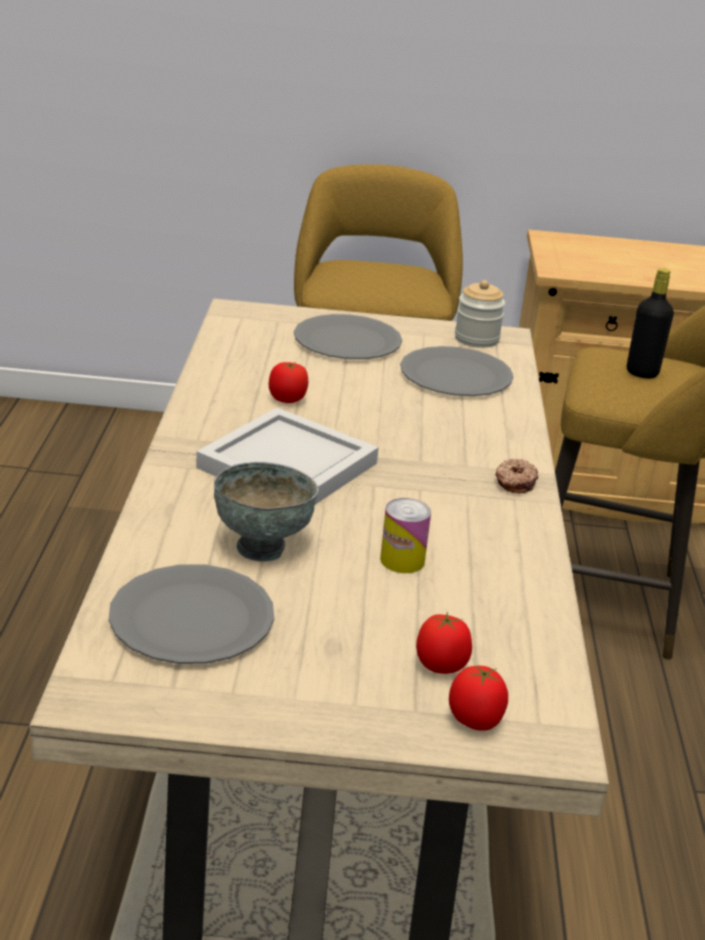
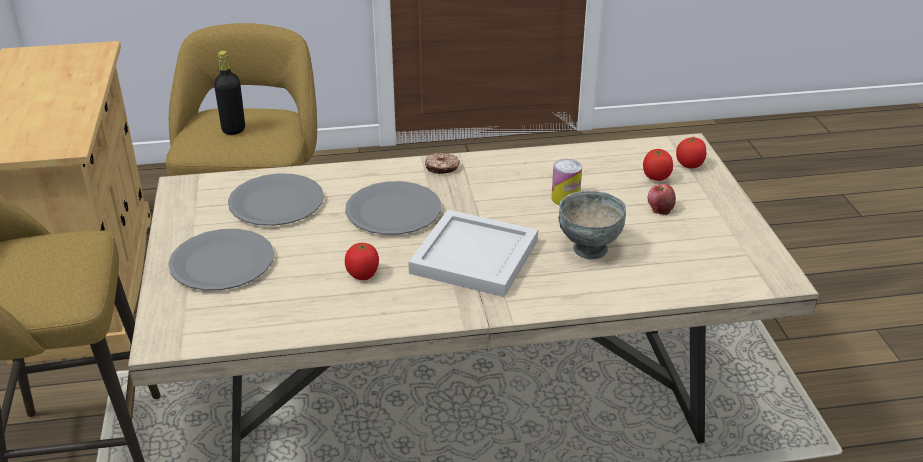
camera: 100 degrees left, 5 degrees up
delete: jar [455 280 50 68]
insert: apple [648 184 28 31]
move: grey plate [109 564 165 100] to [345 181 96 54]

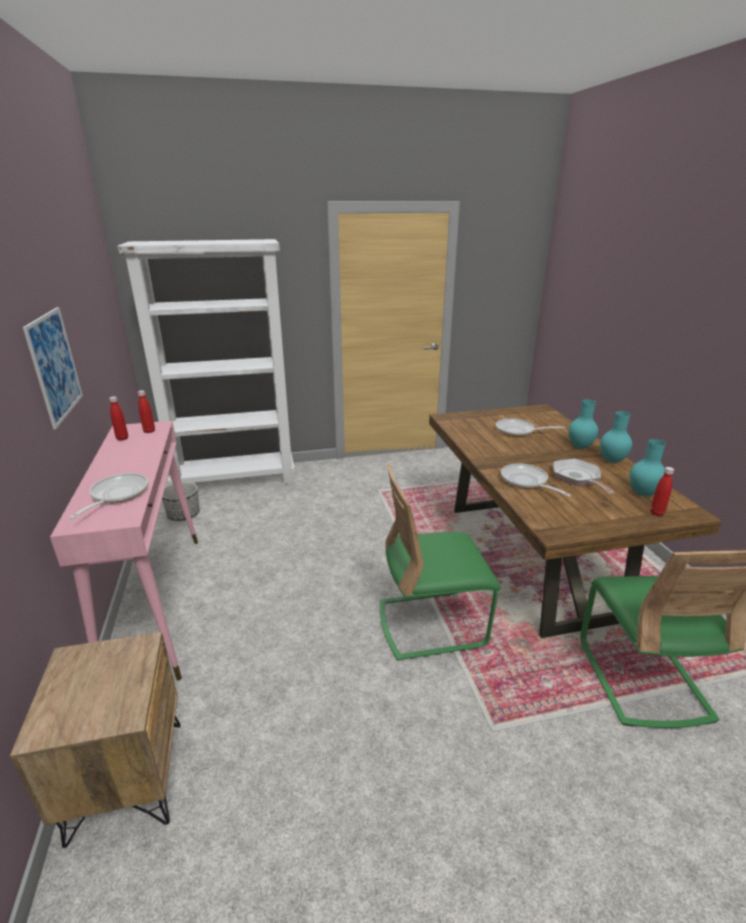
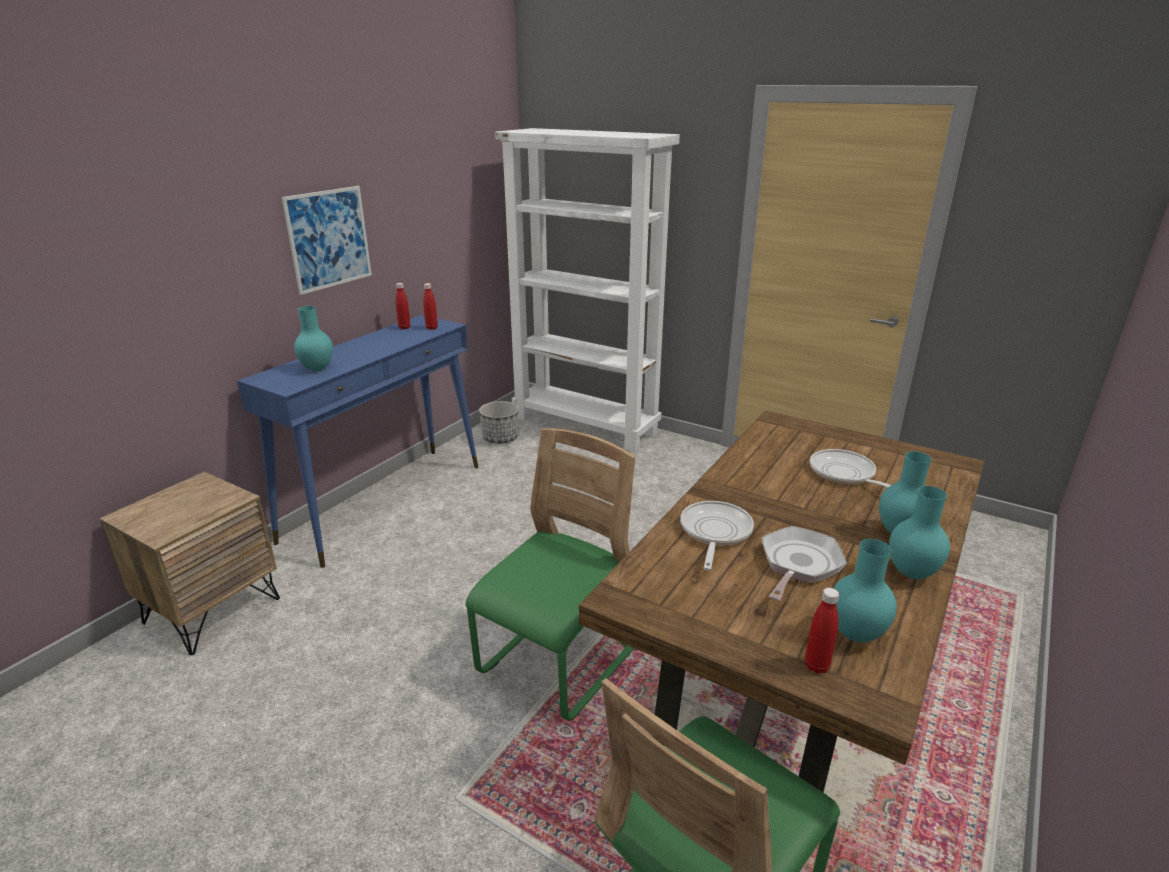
camera: 45 degrees right, 0 degrees up
replace: frying pan [69 473 79 46] to turquoise vase [294 306 39 65]
recolor: pink console table [50 421 148 259] to blue console table [237 315 241 253]
rotate: green chair [380 463 120 198] = [466 428 169 293] 90 degrees clockwise

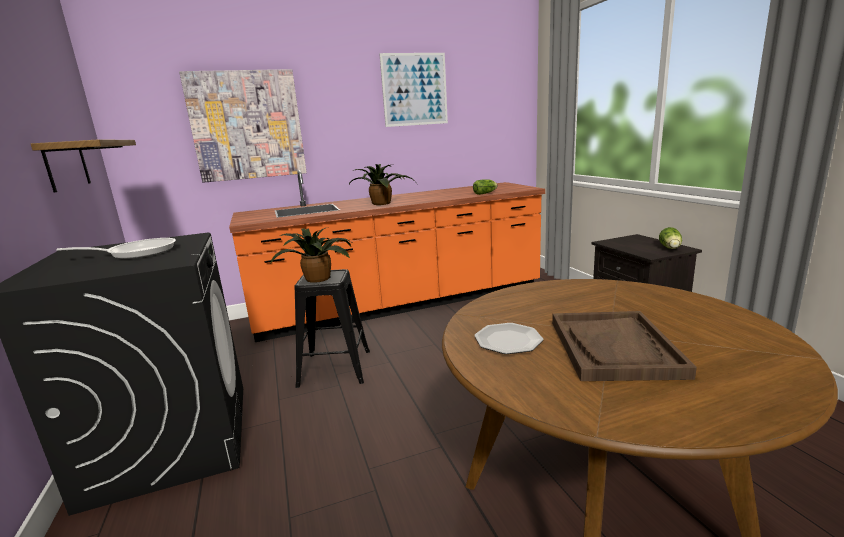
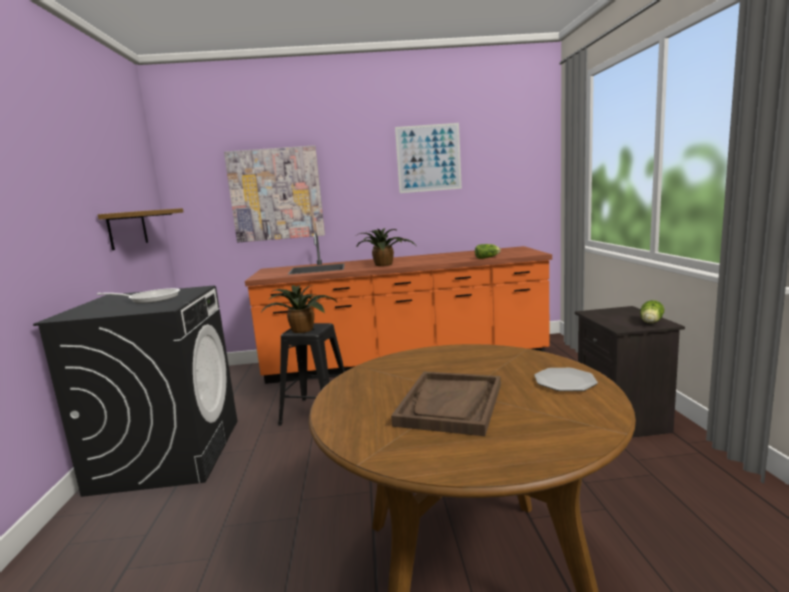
camera: 15 degrees right, 5 degrees down
move: plate [474 323 69 31] to [534 368 64 23]

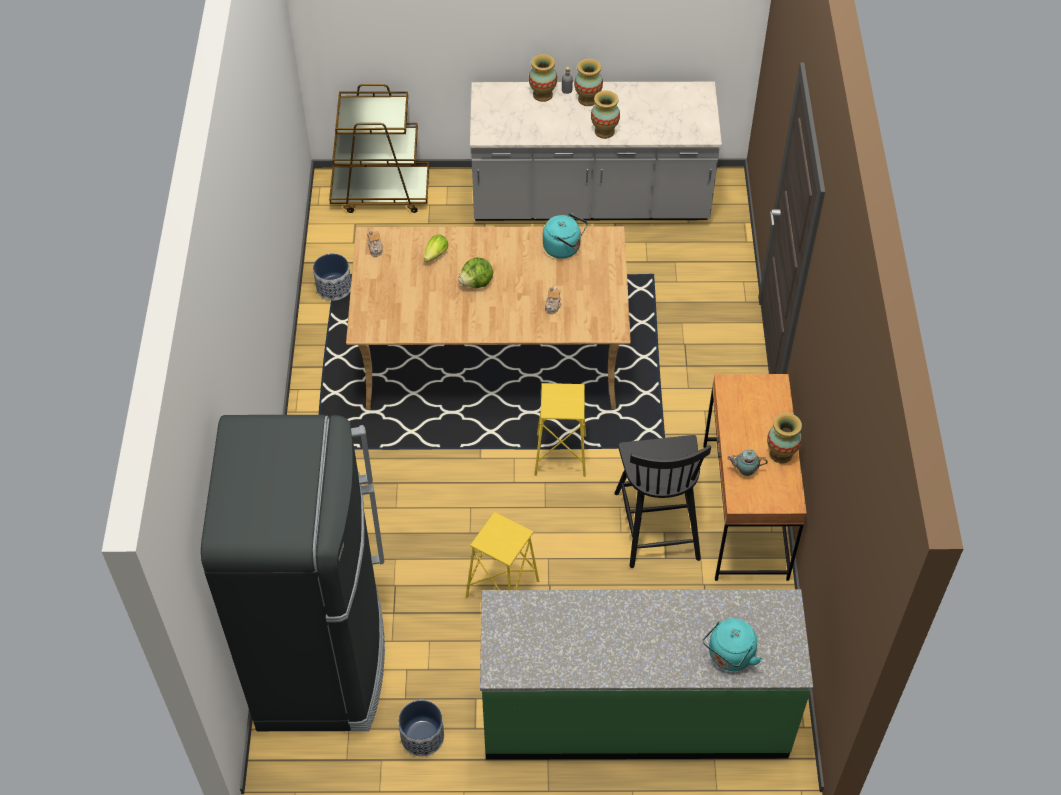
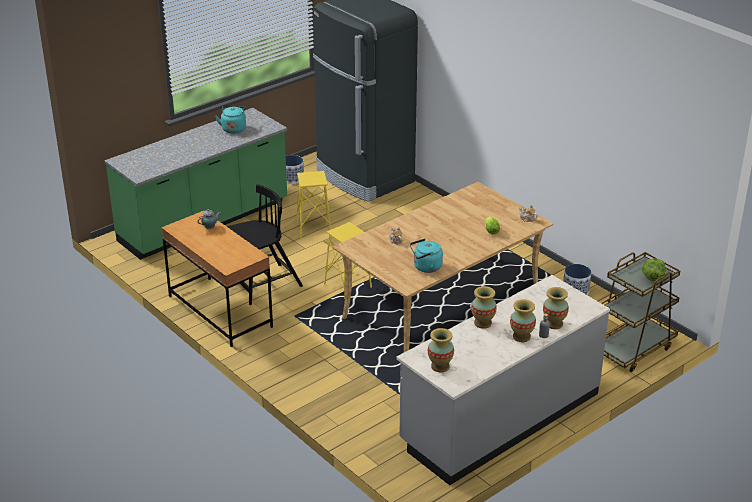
camera: 140 degrees right, 20 degrees down
move: lettuce [458 257 35 31] to [642 258 24 23]; vase [767 413 35 51] to [428 328 26 44]; turquoise kettle [703 618 60 53] to [216 106 30 28]
rotate: black chair [614 435 97 133] = [227 184 76 121] 105 degrees clockwise

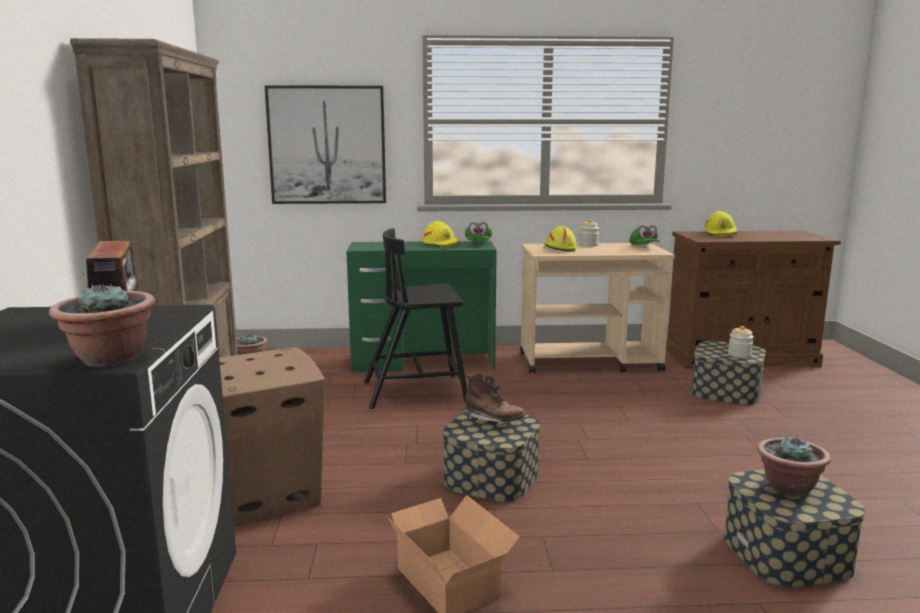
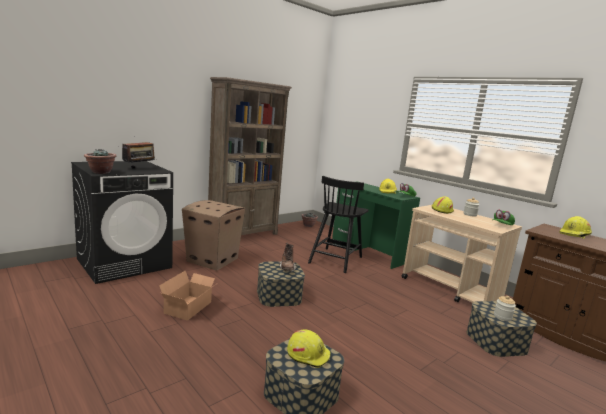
camera: 50 degrees right, 0 degrees up
delete: picture [265 85 121 119]
replace: potted plant [757 436 74 61] to yellow hard hat [287 329 44 39]
rotate: black chair [364 228 103 181] = [308 176 61 97] 105 degrees counterclockwise

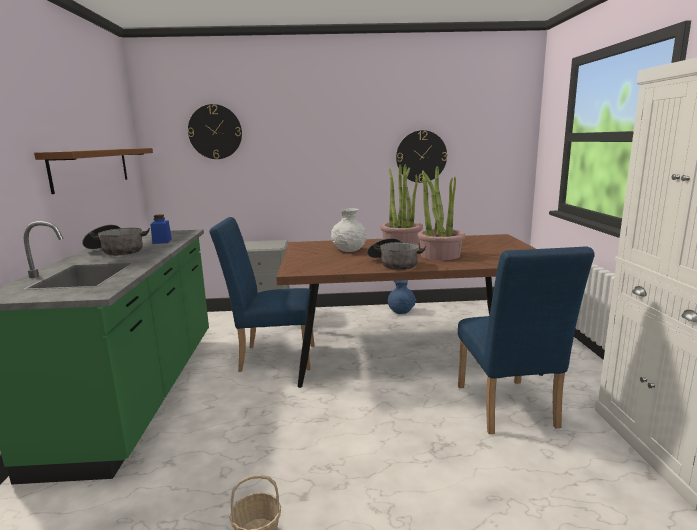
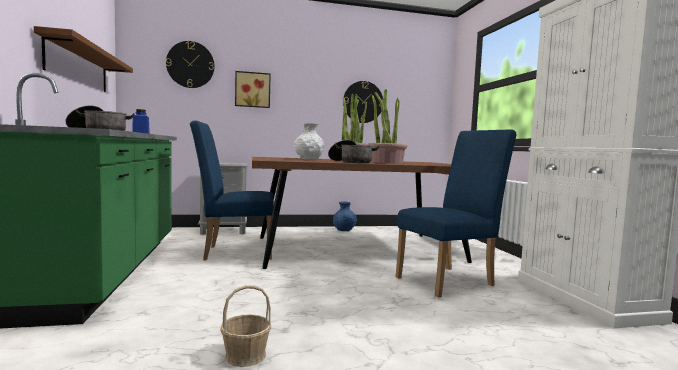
camera: 10 degrees left, 10 degrees down
insert: picture [235 71 36 37]
rotate: blue chair [458 246 137 188] = [396 130 121 168] 105 degrees counterclockwise

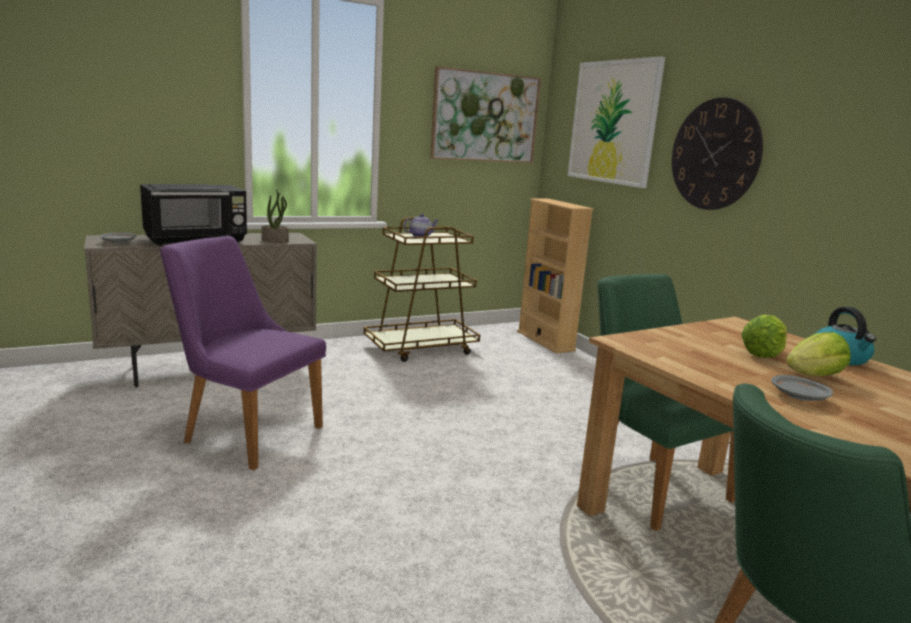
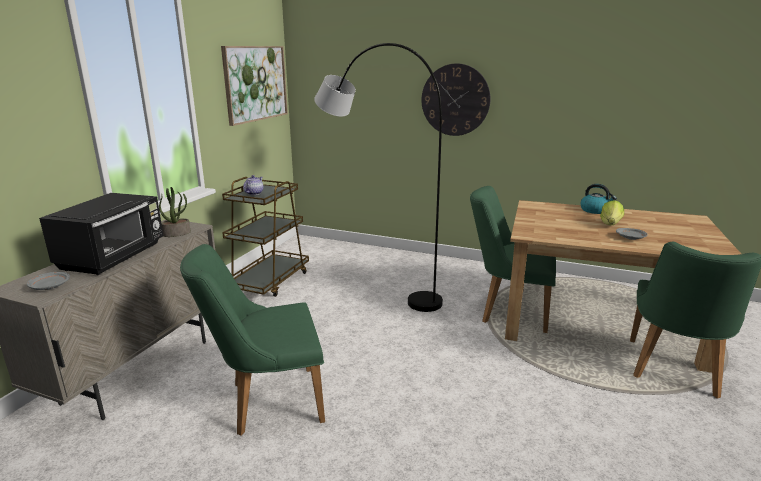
camera: 40 degrees left, 5 degrees up
delete: picture [567 57 98 131]; beige bookcase [517 198 77 155]; lettuce [741 315 46 43]
insert: grey floor lamp [314 43 129 269]
recolor: purple chair [160 236 166 234] to green chair [180 244 145 192]

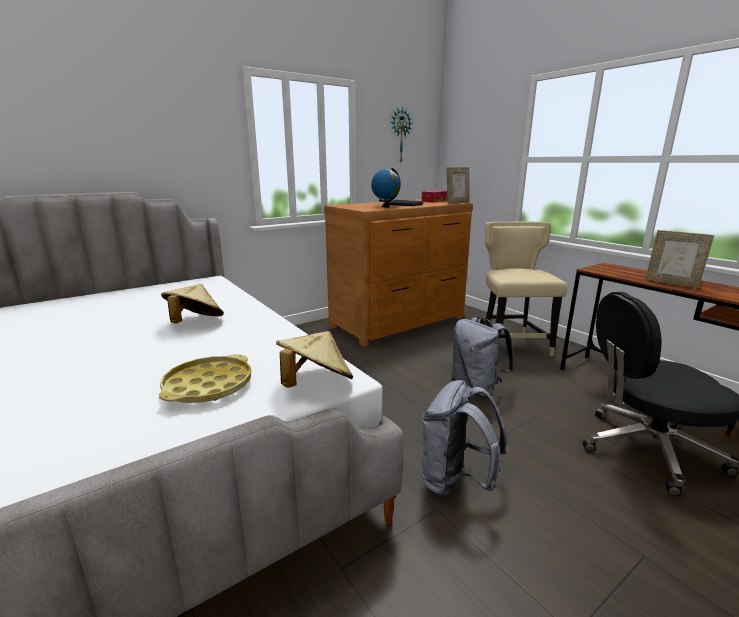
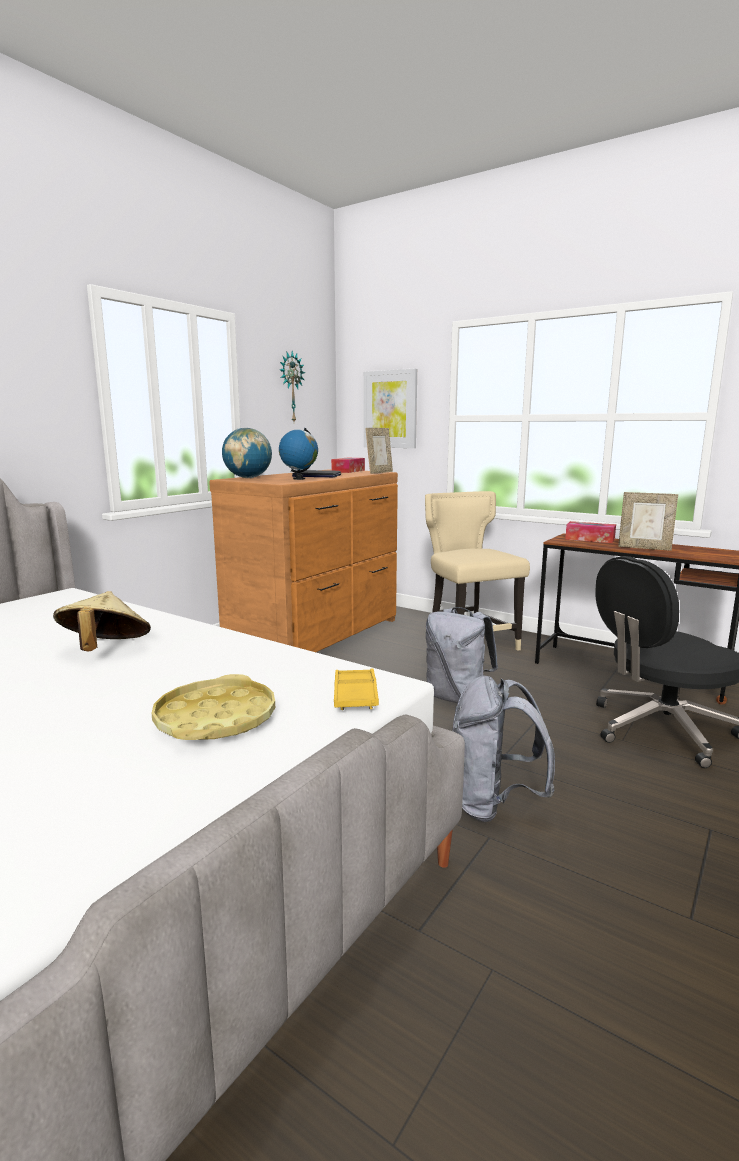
camera: 20 degrees left, 5 degrees down
insert: picture [364 369 53 79]; globe [222 428 50 50]; tissue box [565 521 51 22]
replace: beige hat [276 331 77 57] to yellow tray [334 668 45 42]

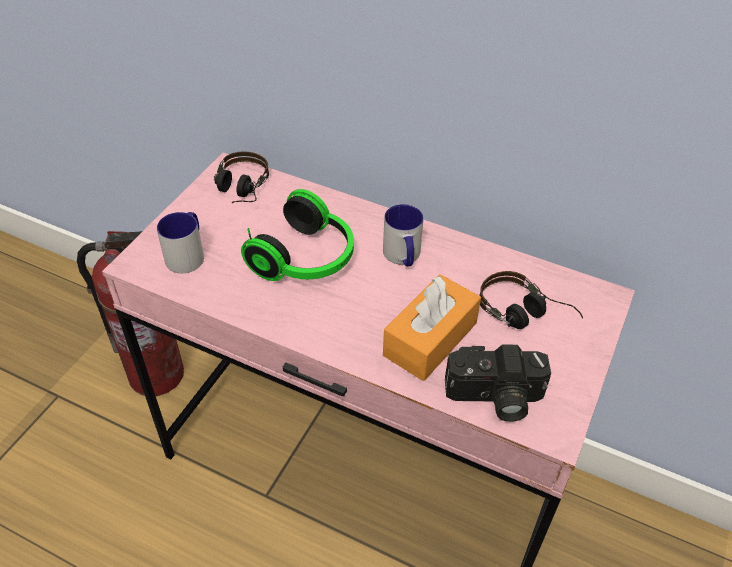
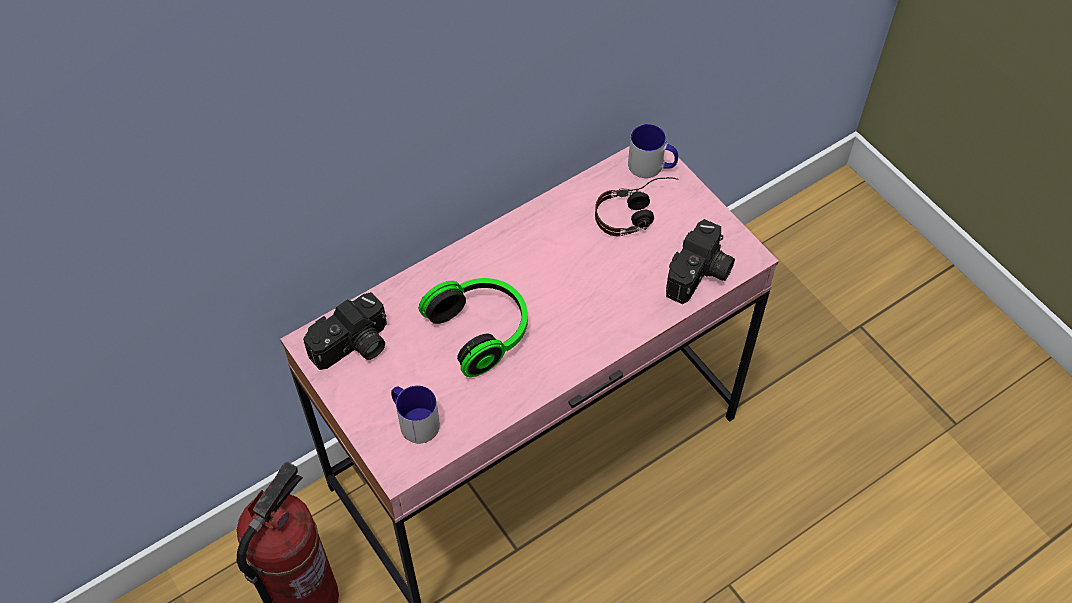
camera: 60 degrees left, 10 degrees up
delete: orange tissue box [383 274 98 107]
move: mug [383 204 40 62] to [628 124 50 54]
replace: headphones [214 151 55 52] to photo camera [303 292 84 78]

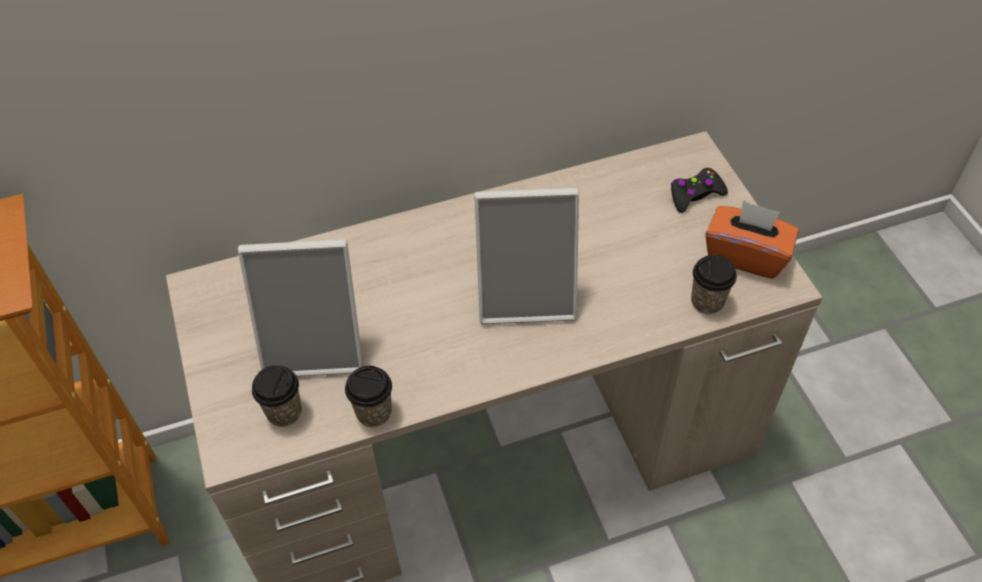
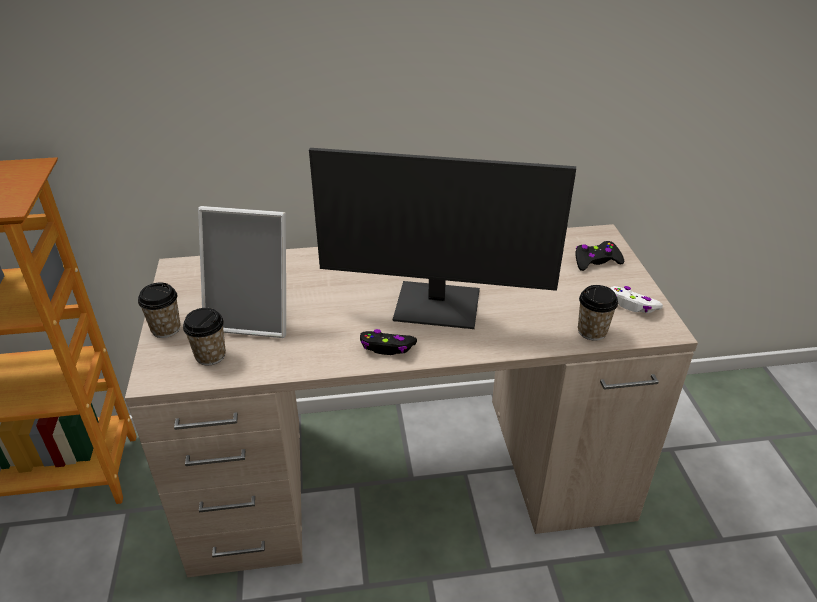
camera: 10 degrees right, 15 degrees down
insert: black game controller [360 329 57 26]
move: cup [345 366 47 61] to [138 282 43 56]
replace: picture frame [474 188 105 136] to monitor [309 148 267 181]; orange tissue box [705 200 94 79] to white game controller [610 286 53 27]

